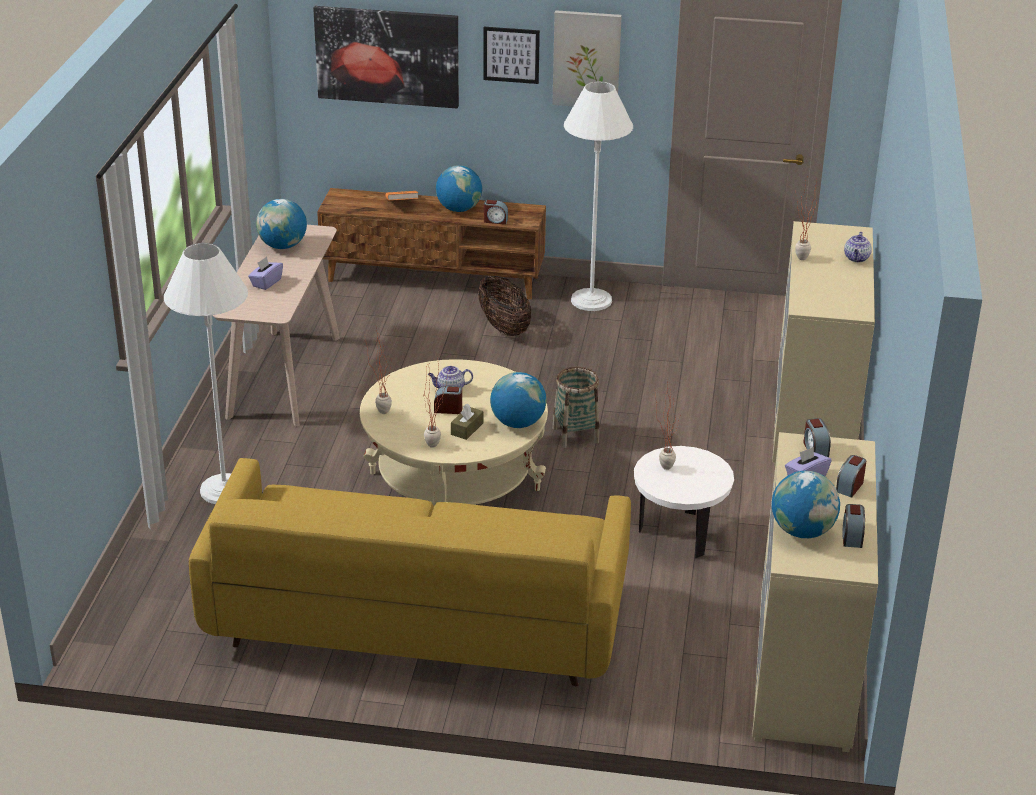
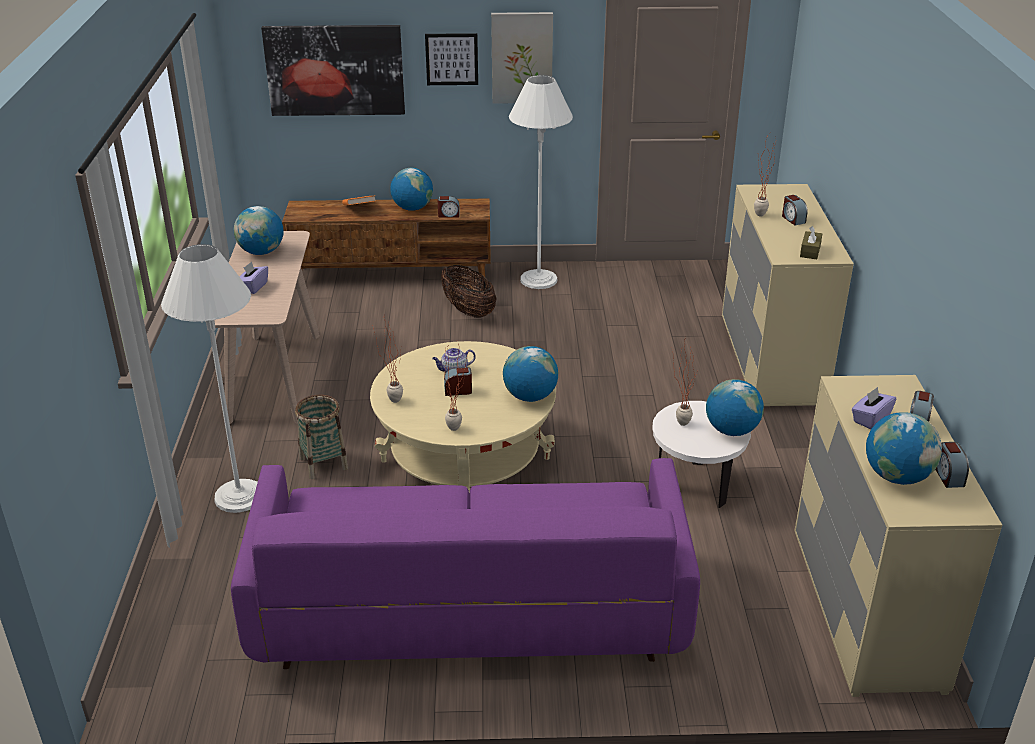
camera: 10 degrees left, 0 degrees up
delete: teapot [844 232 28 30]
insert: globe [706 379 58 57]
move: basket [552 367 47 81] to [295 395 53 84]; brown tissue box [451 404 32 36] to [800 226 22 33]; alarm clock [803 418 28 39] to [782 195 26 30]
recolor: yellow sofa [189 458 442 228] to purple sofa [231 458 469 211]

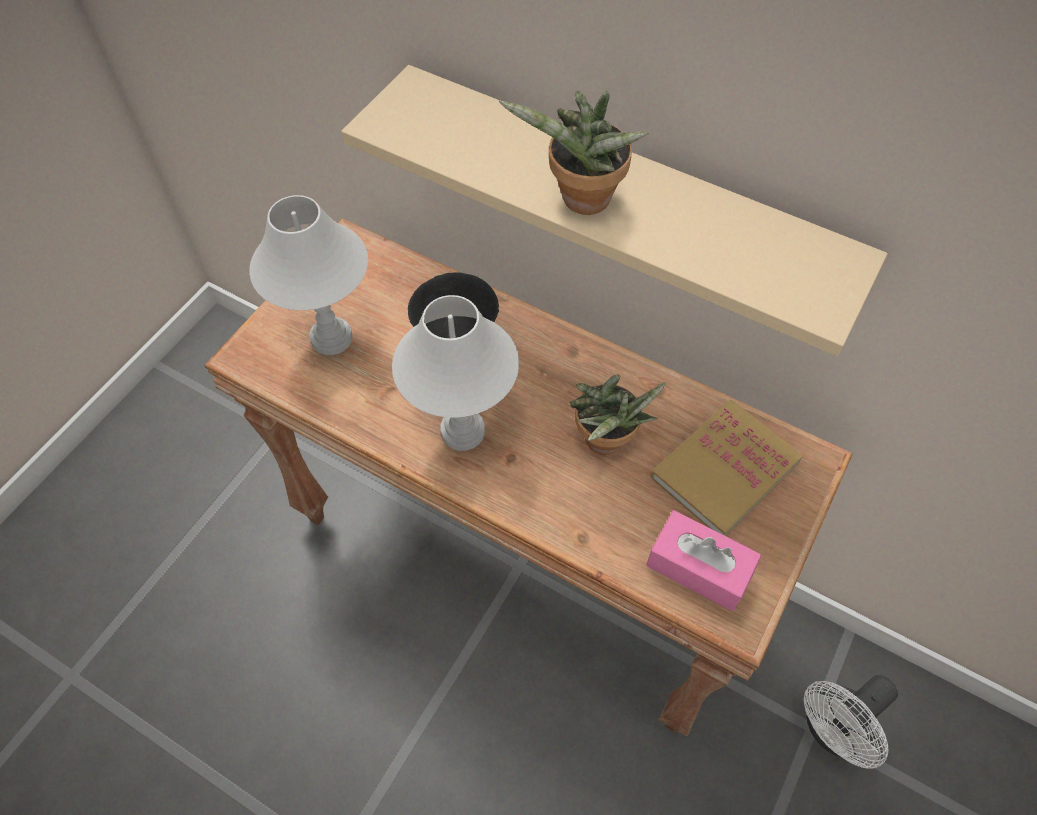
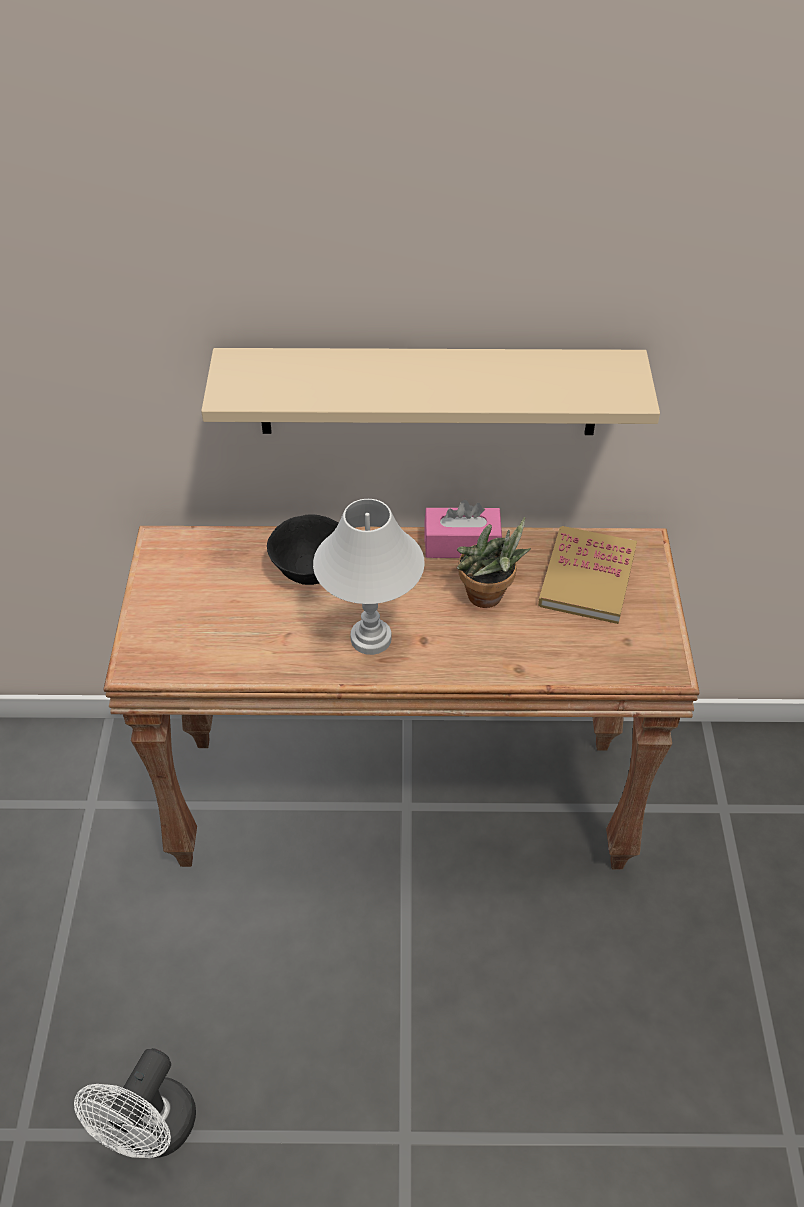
camera: 30 degrees left, 10 degrees down
delete: potted plant [499 90 149 125]; white table lamp [249 195 119 160]
move: pink tissue box [646 510 116 101] to [424 500 78 58]; white fan [804 675 94 94] to [74 1048 122 110]

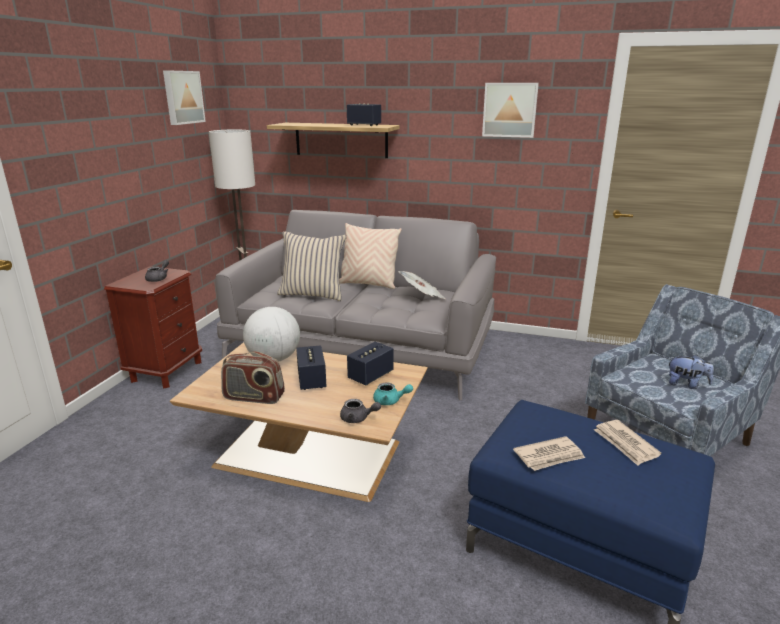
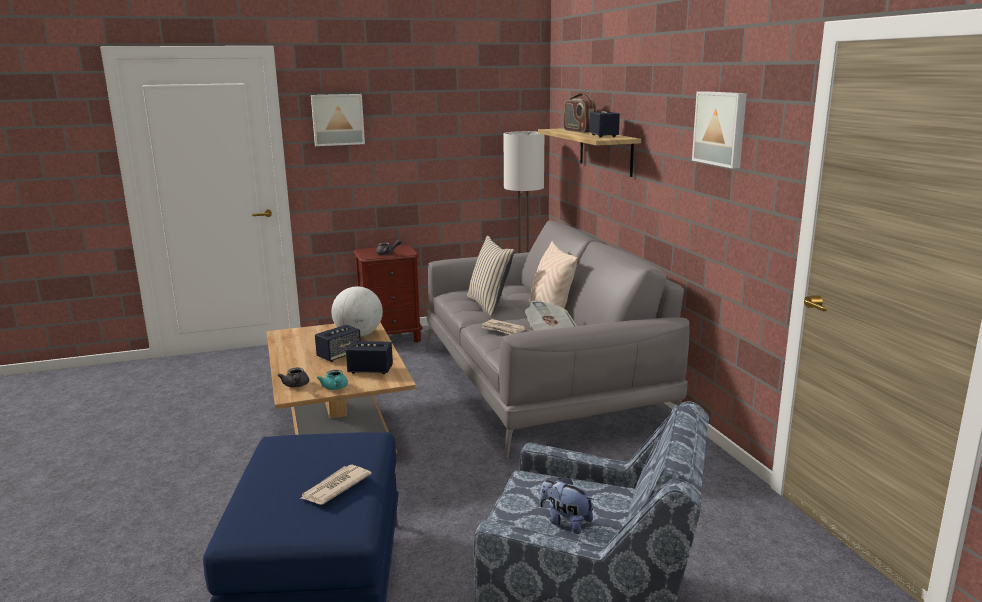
camera: 55 degrees right, 5 degrees down
move: picture [163 71 43 54] to [311 94 54 52]; radio [221 351 64 53] to [563 93 33 40]; newspaper [513 436 72 35] to [481 319 45 16]
rotate: plush toy [668 355 46 34] = [539 477 55 57] 135 degrees clockwise

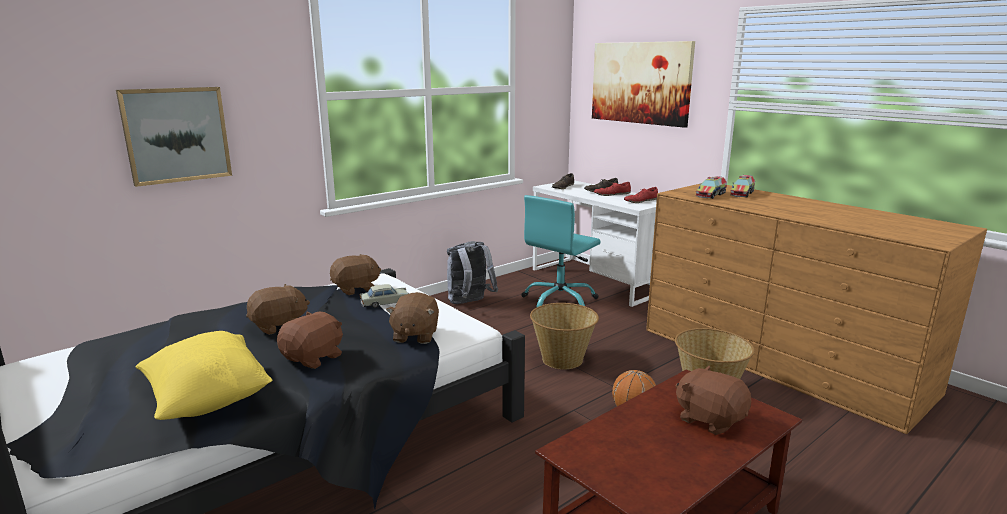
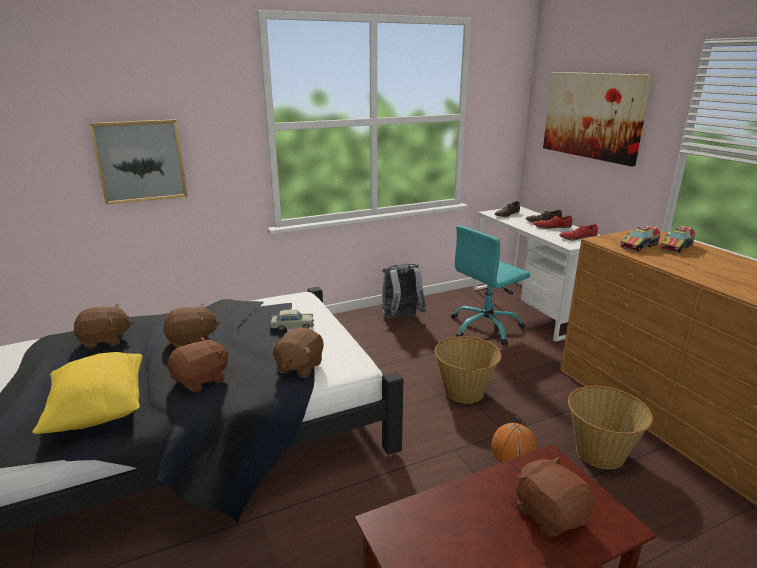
camera: 15 degrees right, 5 degrees up
move: brown plush toy [330 254 51 41] to [74 304 59 45]

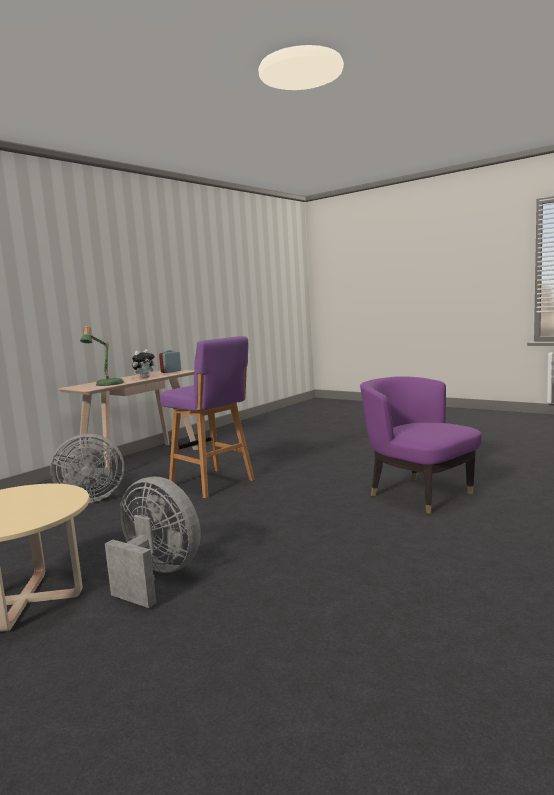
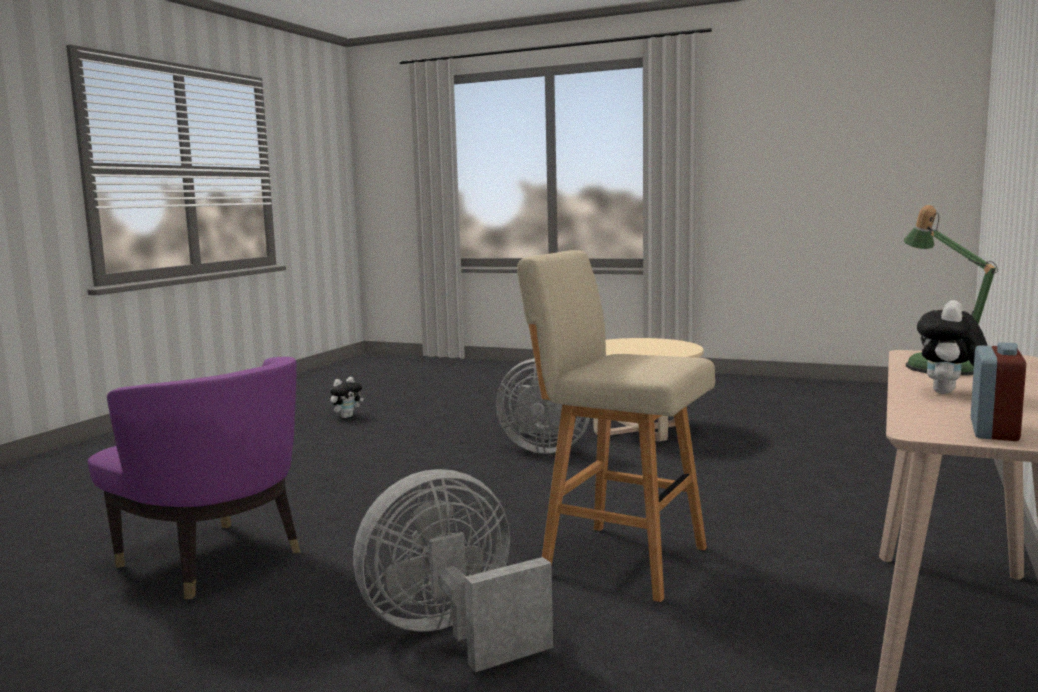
camera: 165 degrees right, 0 degrees up
insert: plush toy [330 377 34 41]
move: grey fan [50 434 74 69] to [353 469 200 203]
recolor: purple stool [160 336 95 162] to beige stool [517 250 198 352]

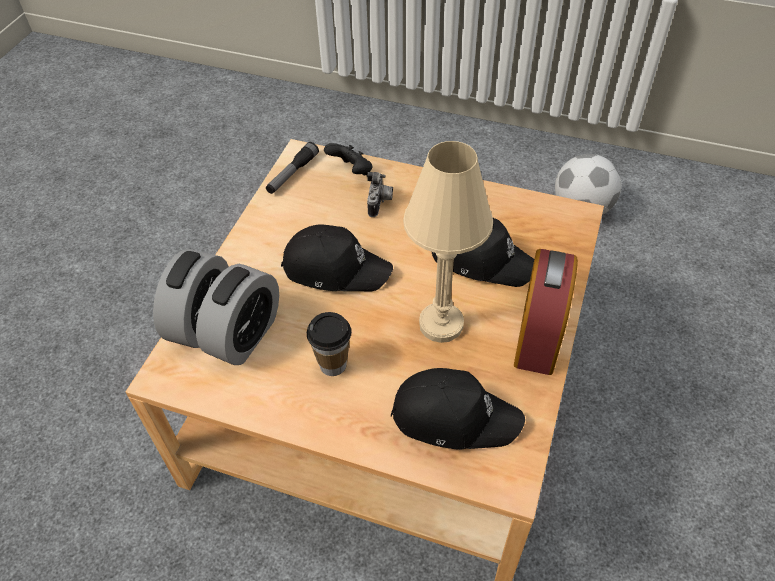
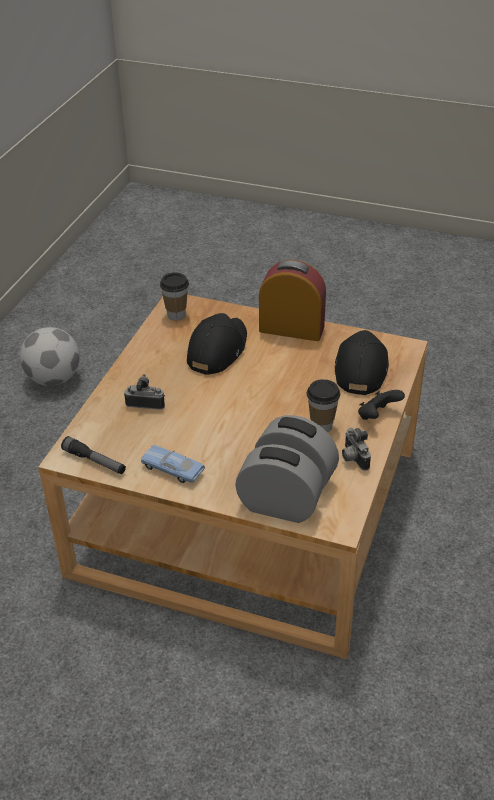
camera: 90 degrees left, 10 degrees down
delete: beige table lamp [403 141 90 202]; black cap [281 224 112 67]
insert: cup [160 272 29 48]; photo camera [342 428 29 43]; blue toy car [141 445 64 38]
move: black game controller [324 143 49 32] to [358 390 47 30]

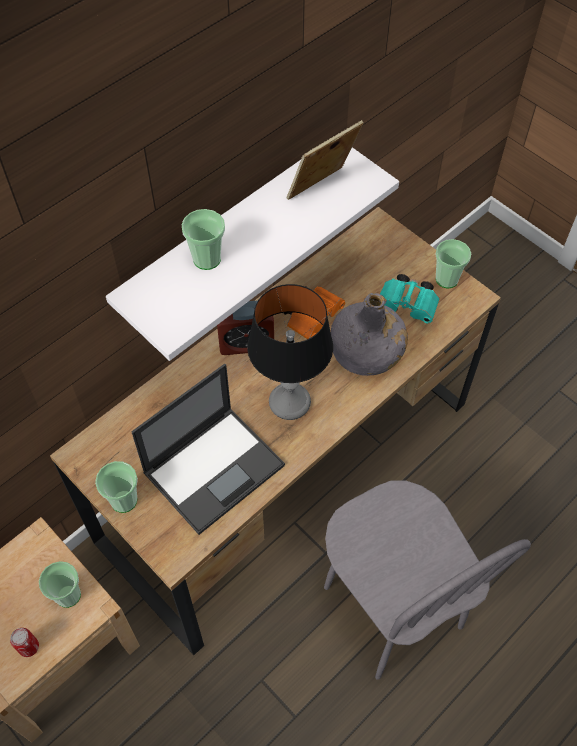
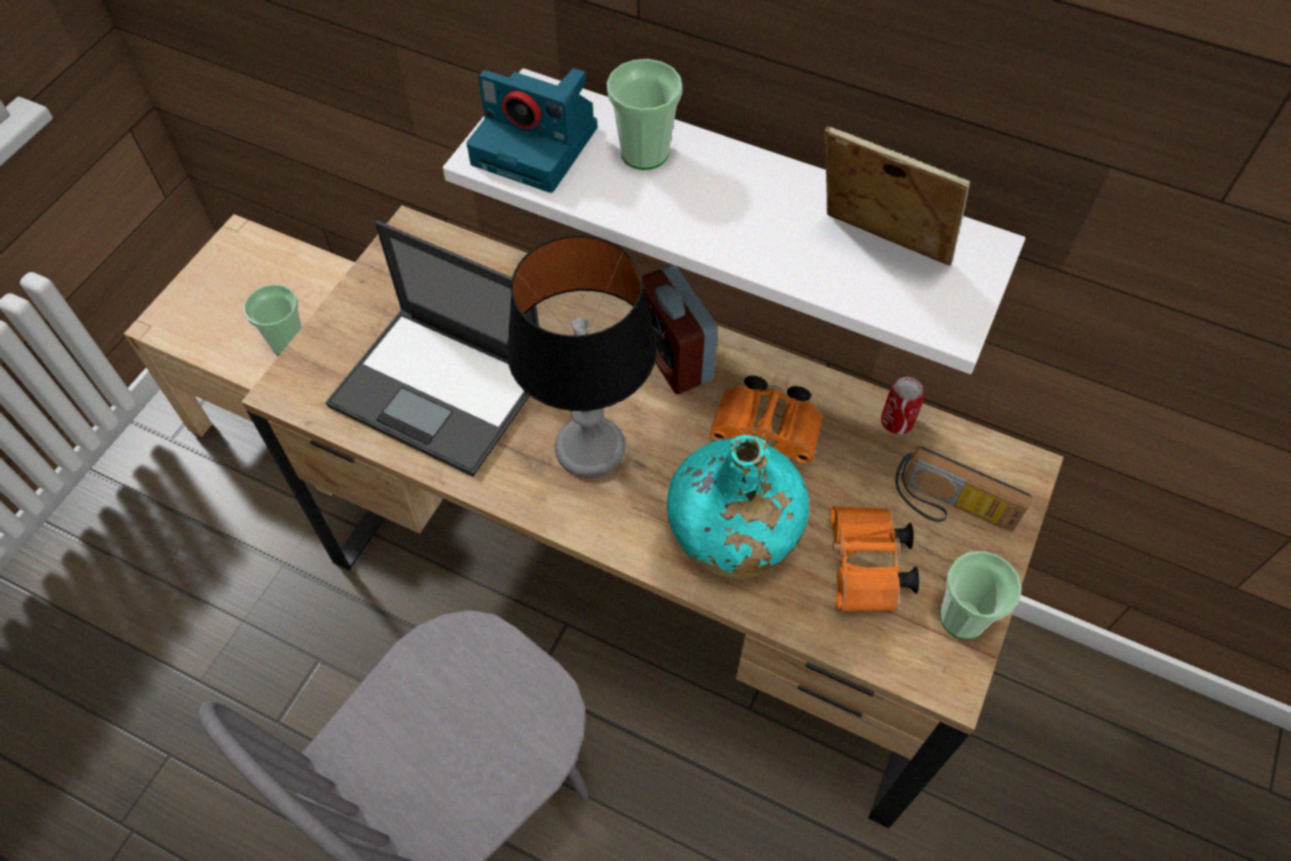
camera: 70 degrees right, 0 degrees up
delete: cup [95 461 43 52]
insert: photo camera [466 68 131 125]; radio [895 447 137 85]
move: can [10 628 29 29] to [881 377 43 57]
recolor: turquoise binoculars [380 274 60 50] to orange binoculars [829 506 90 106]; grey bottle [331 293 77 83] to turquoise bottle [667 435 142 143]

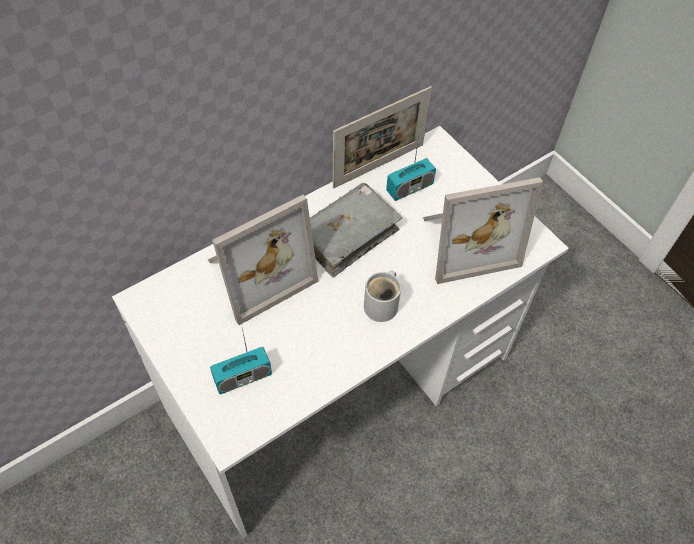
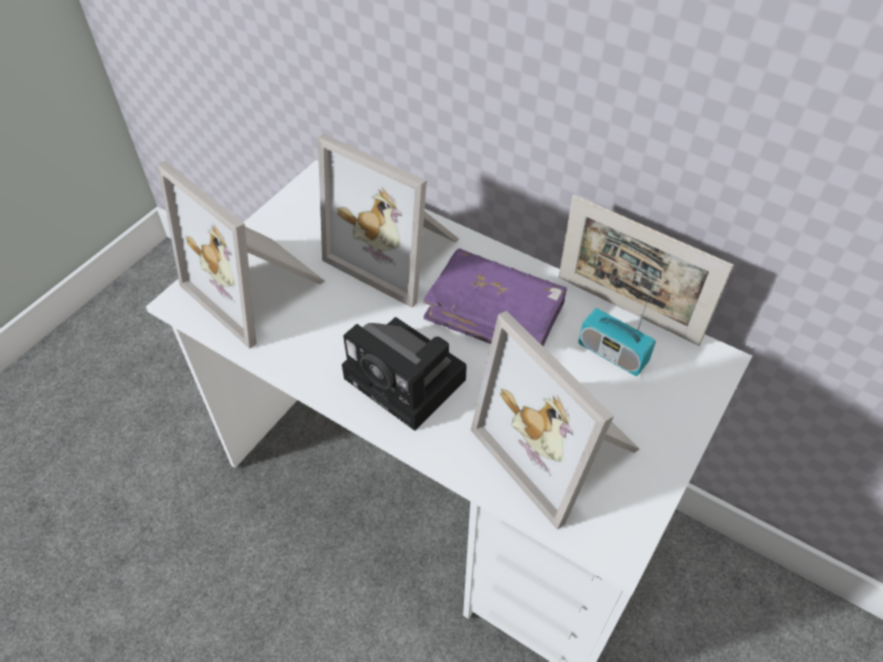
camera: 70 degrees right, 5 degrees down
replace: white mug [364 270 37 52] to photo camera [342 317 125 114]; radio [210 324 62 70] to picture frame [157 161 168 188]
recolor: grey book [310 183 92 95] to purple book [423 248 144 98]

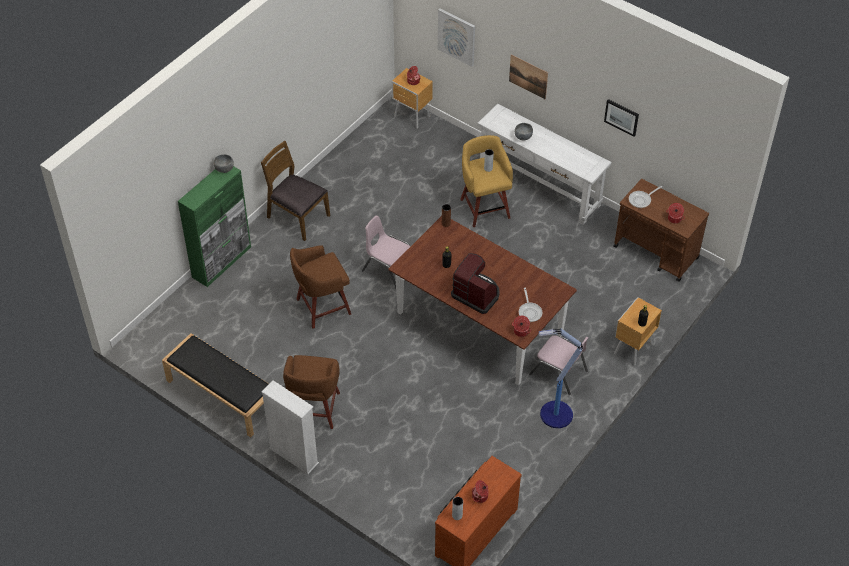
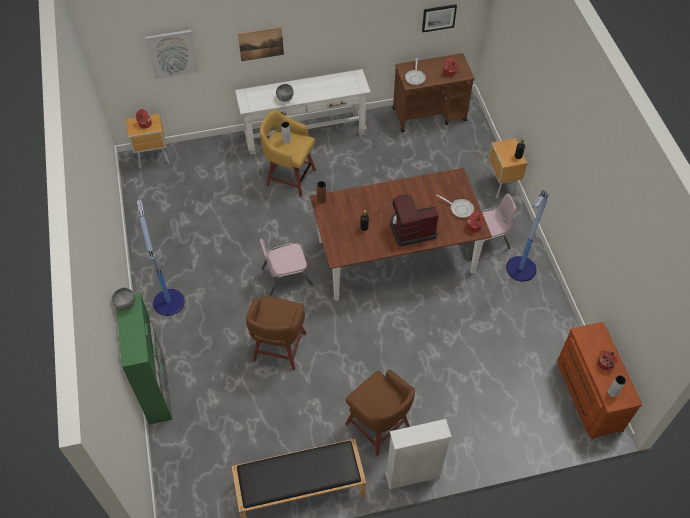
camera: 50 degrees left, 5 degrees up
move: picture [604 99 35 38] to [422 4 35 28]
replace: brown chair [261 141 69 100] to floor lamp [137 200 48 116]

